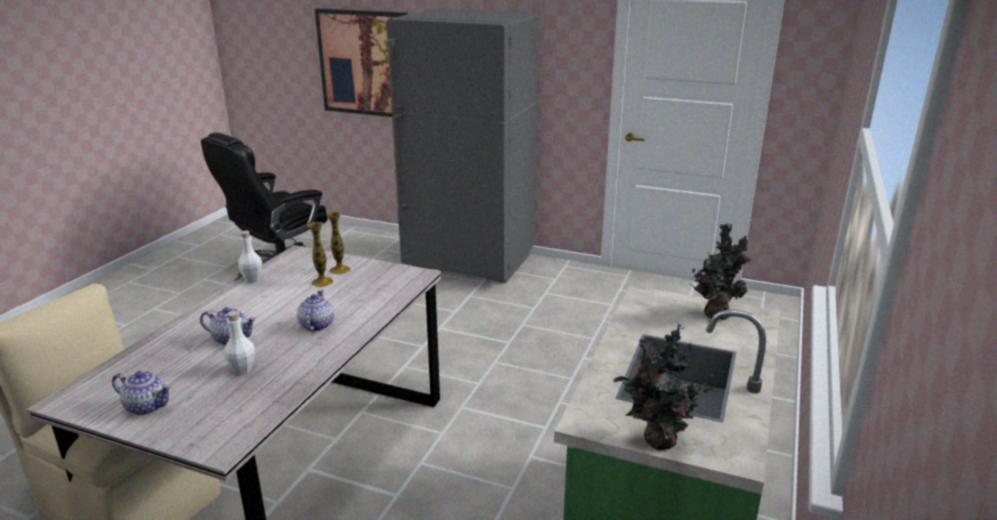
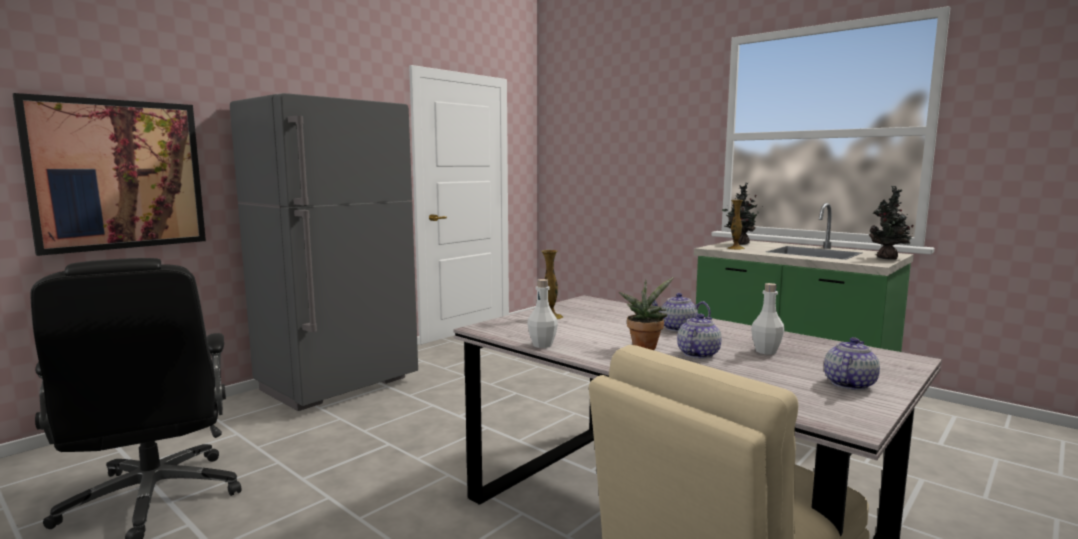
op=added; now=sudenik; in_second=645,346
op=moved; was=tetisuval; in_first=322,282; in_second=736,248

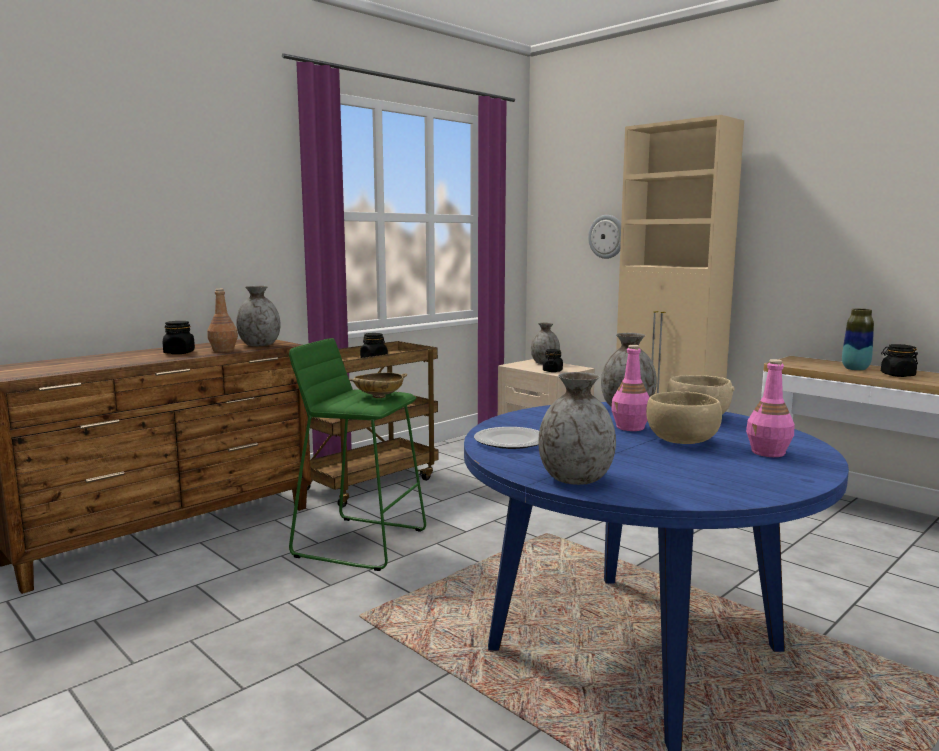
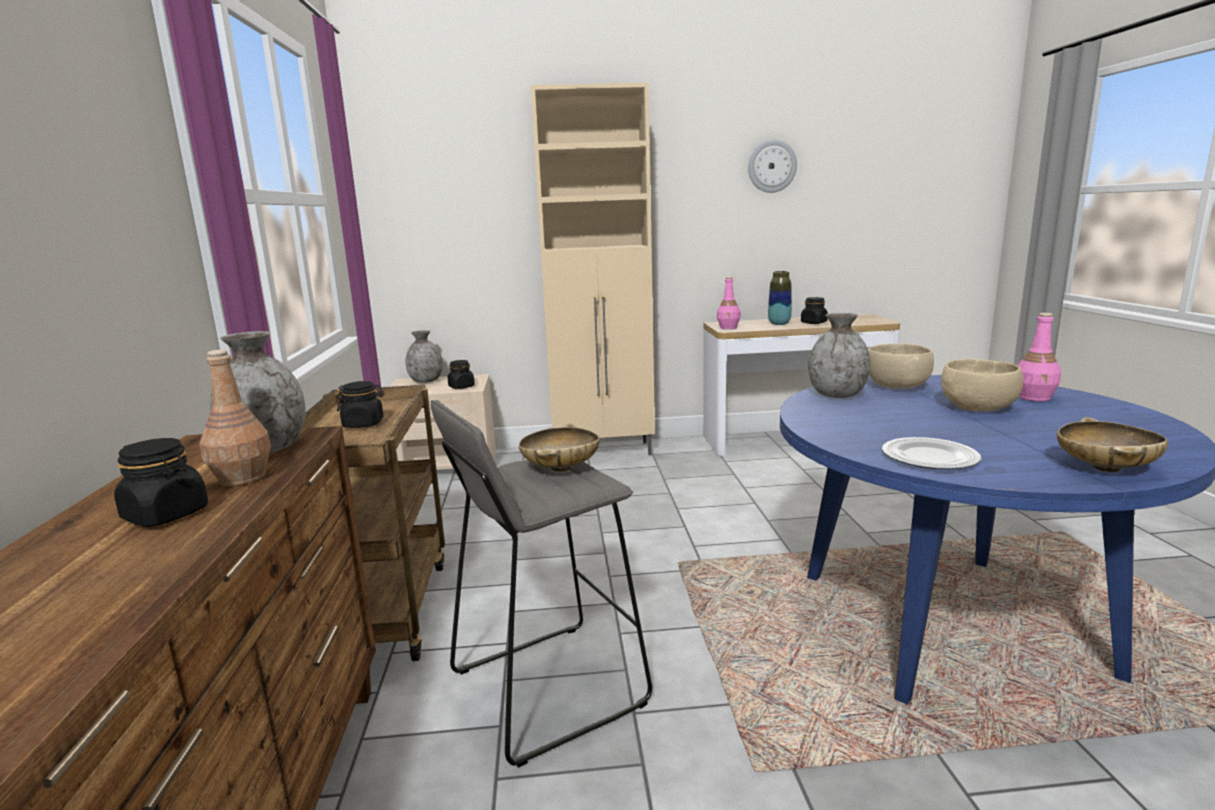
op=moved; was=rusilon; in_first=607,236; in_second=772,166
op=moved; was=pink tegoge; in_first=630,427; in_second=728,328
op=replaced; was=grey tetisuval; now=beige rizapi; in_first=575,479; in_second=1105,468
op=recoloured; was=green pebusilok; now=grey pebusilok; in_first=360,542; in_second=547,687

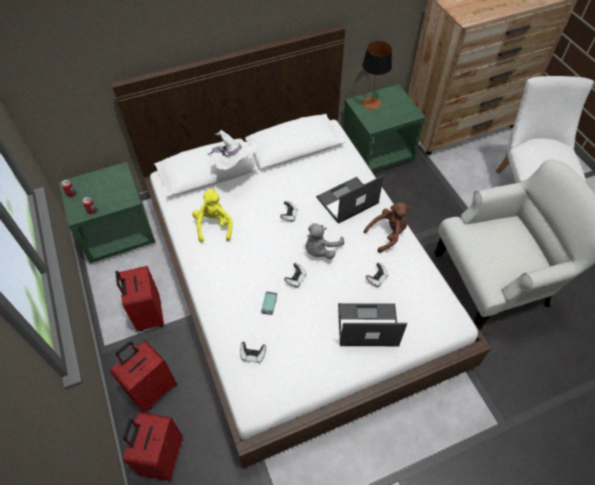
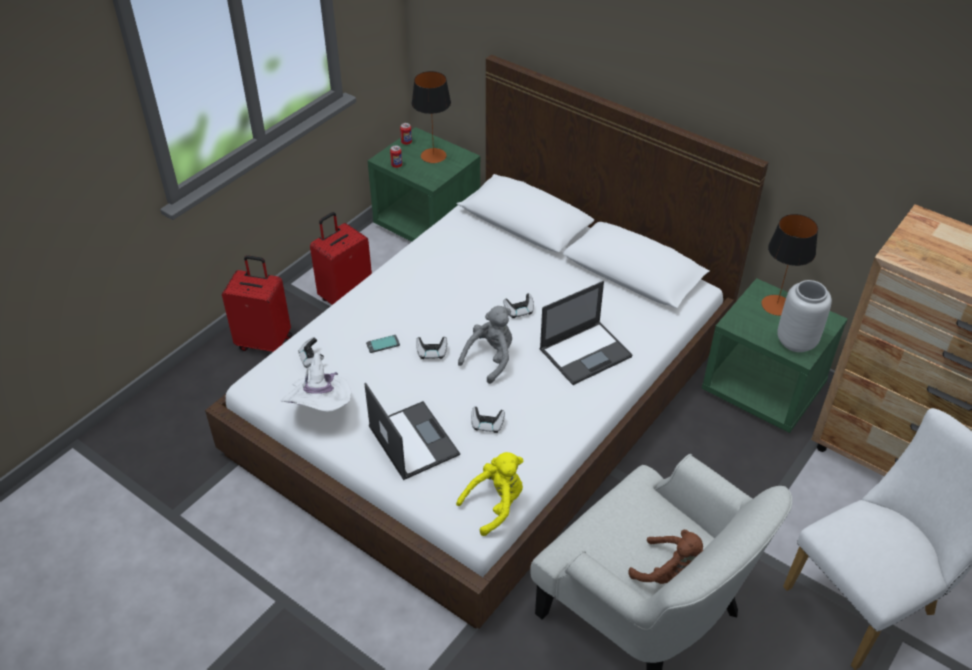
op=removed; was=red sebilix; in_first=162,456
op=added; now=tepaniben; in_second=433,155
op=added; now=grey tetisuval; in_second=796,341
op=moved; was=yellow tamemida; in_first=214,226; in_second=495,505
op=moved; was=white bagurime; in_first=233,165; in_second=321,409
op=moved; was=brown tamemida; in_first=387,234; in_second=671,574
op=turned; was=grey tamemida; in_first=320,249; in_second=490,358; clockwise=120
op=turned; was=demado; in_first=347,200; in_second=586,352; clockwise=120

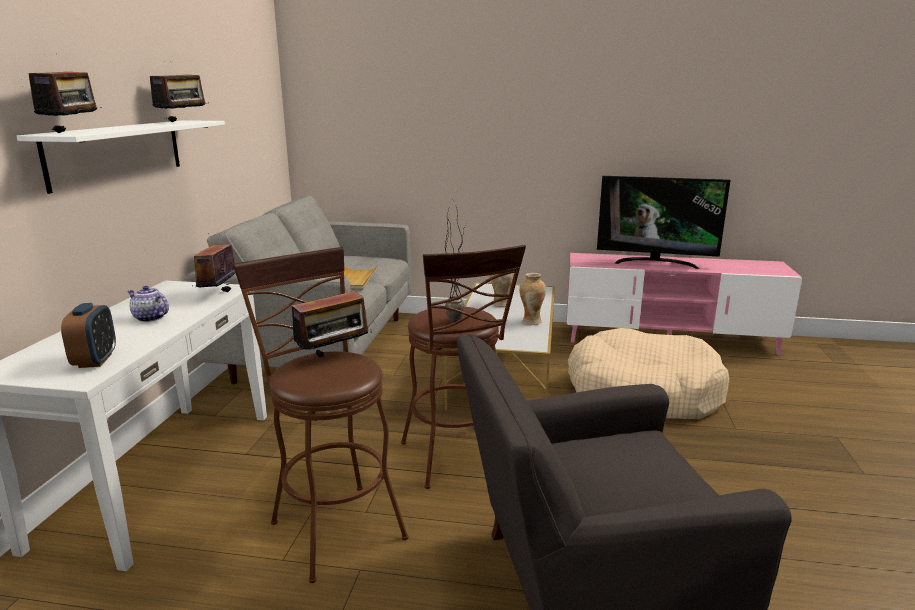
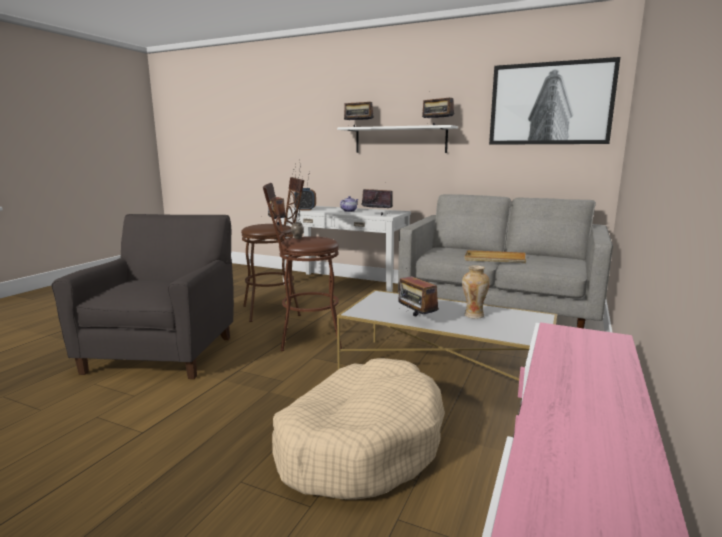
op=removed; was=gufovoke; in_first=655,262
op=added; now=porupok; in_second=550,104
op=replaced; was=tetisuval; now=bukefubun; in_first=531,321; in_second=416,319

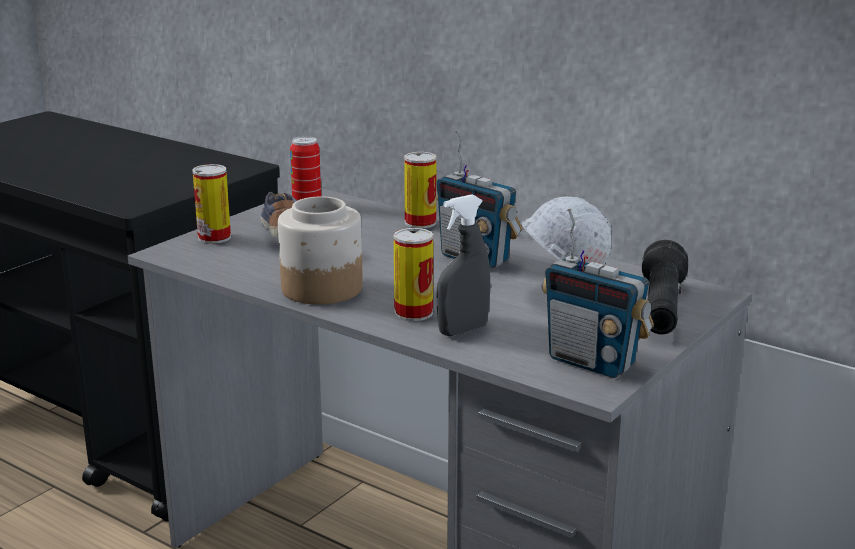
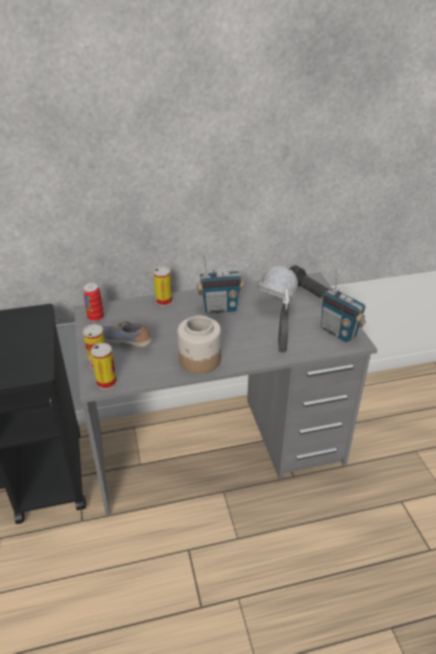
op=moved; was=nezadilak; in_first=413,313; in_second=106,382
op=turned; was=bukefubun; in_first=592,362; in_second=338,332; clockwise=60

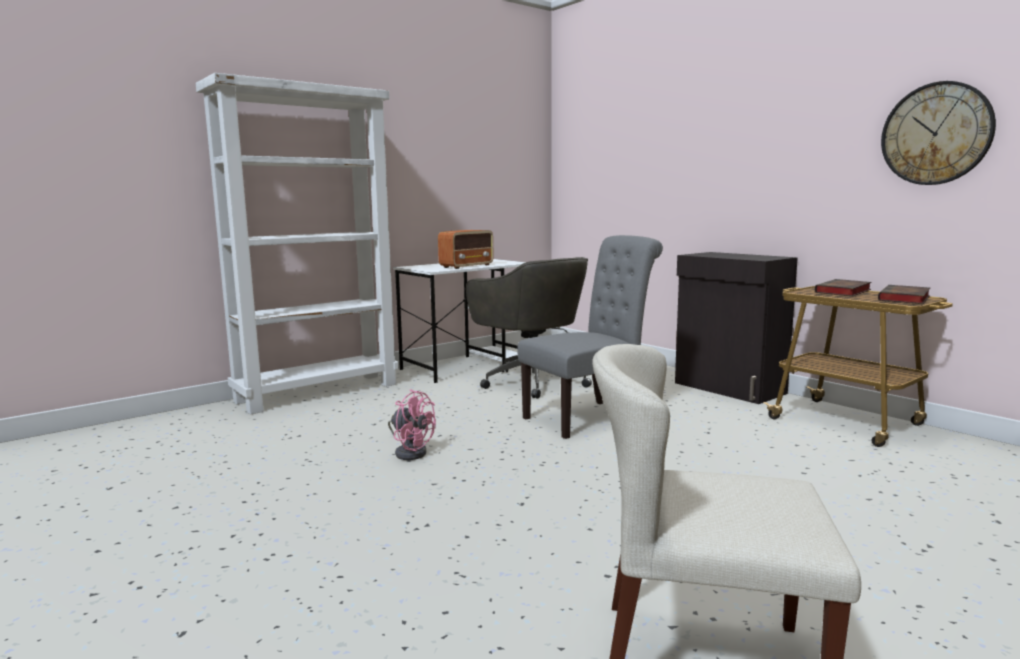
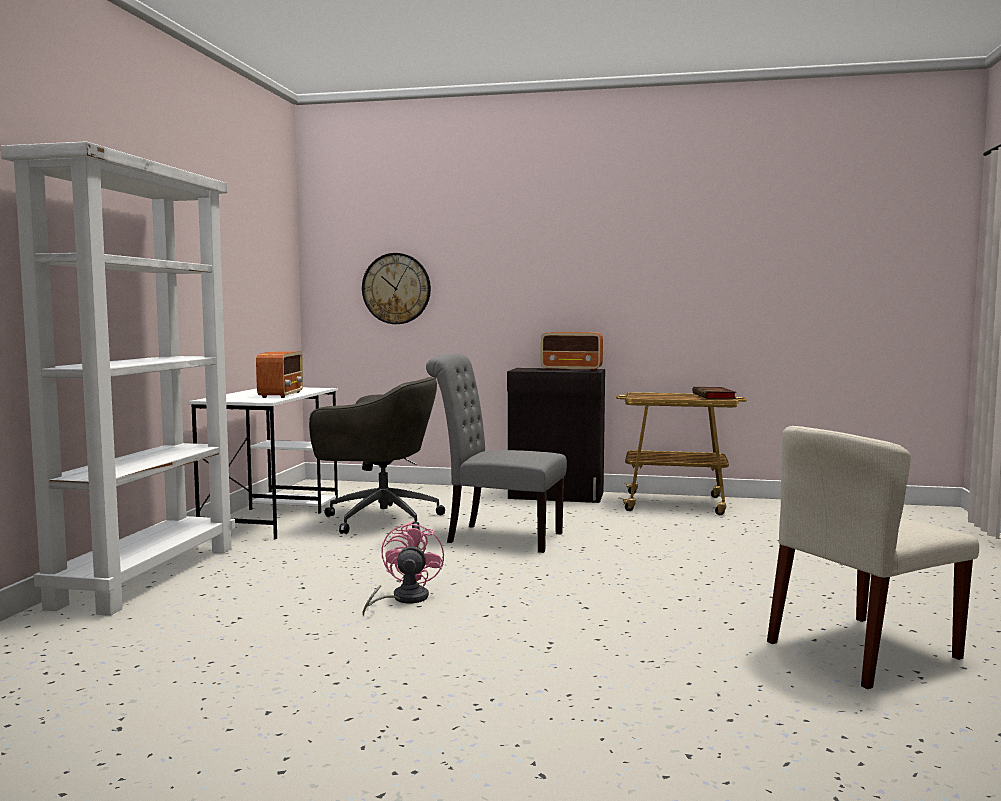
op=removed; was=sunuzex; in_first=843,292
op=added; now=bukefubun; in_second=572,369
op=moved; was=rusilon; in_first=936,134; in_second=396,288
op=turned; was=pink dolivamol; in_first=410,452; in_second=403,599; clockwise=-75
op=turned; was=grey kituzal; in_first=589,417; in_second=497,537; clockwise=-90

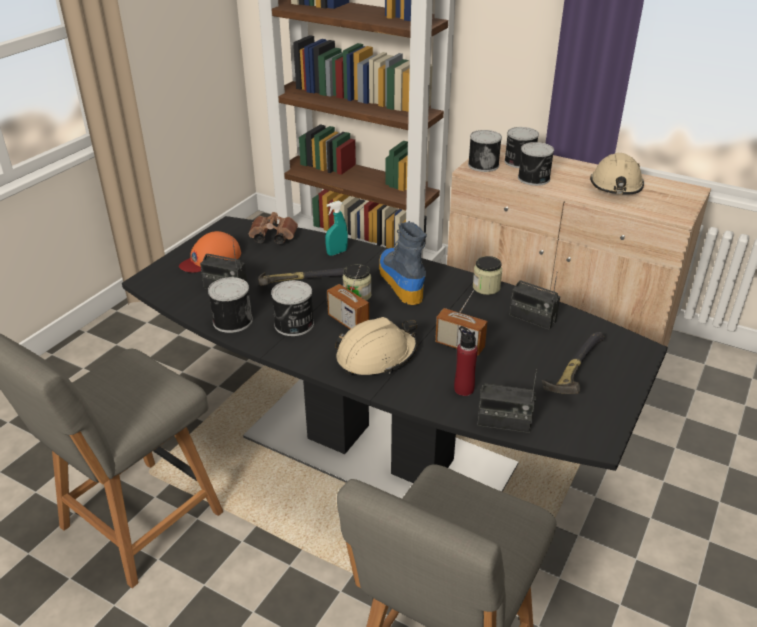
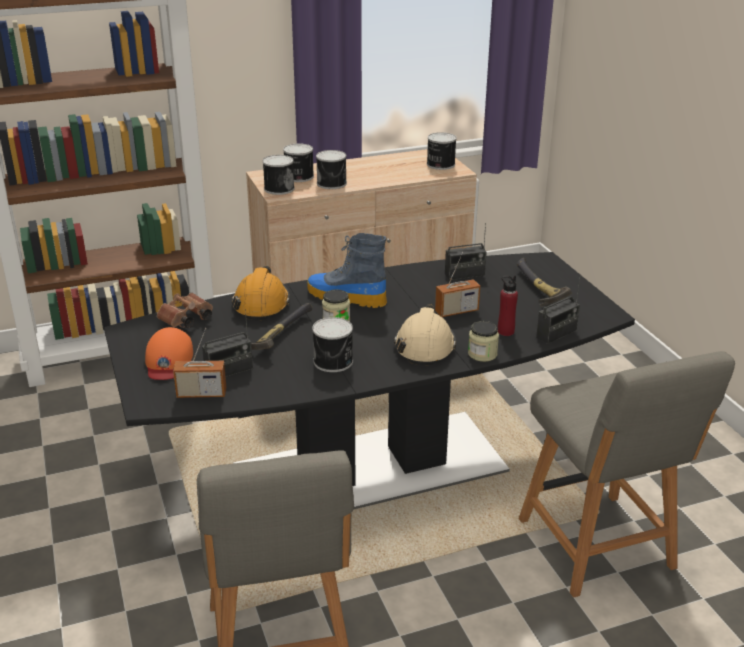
op=removed; was=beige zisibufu; in_first=616,186
op=moved; was=nezadilak; in_first=231,320; in_second=440,164
op=moved; was=bukefubun; in_first=348,322; in_second=201,393
op=moved; was=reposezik; in_first=486,287; in_second=482,354
op=replaced; was=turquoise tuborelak; now=orange zisibufu; in_first=337,252; in_second=261,303

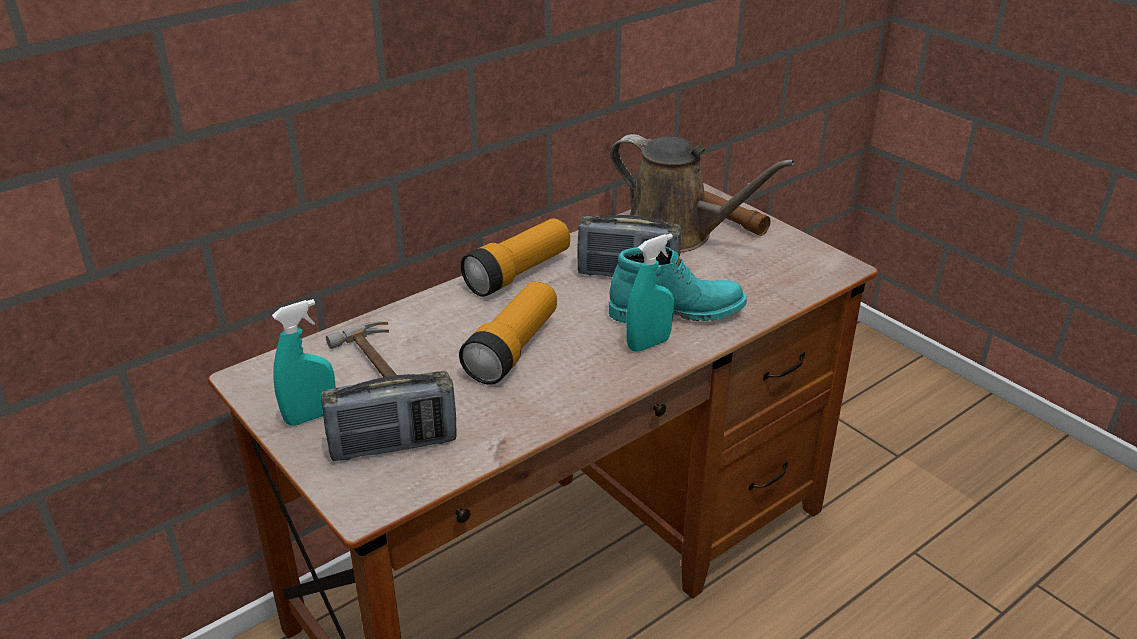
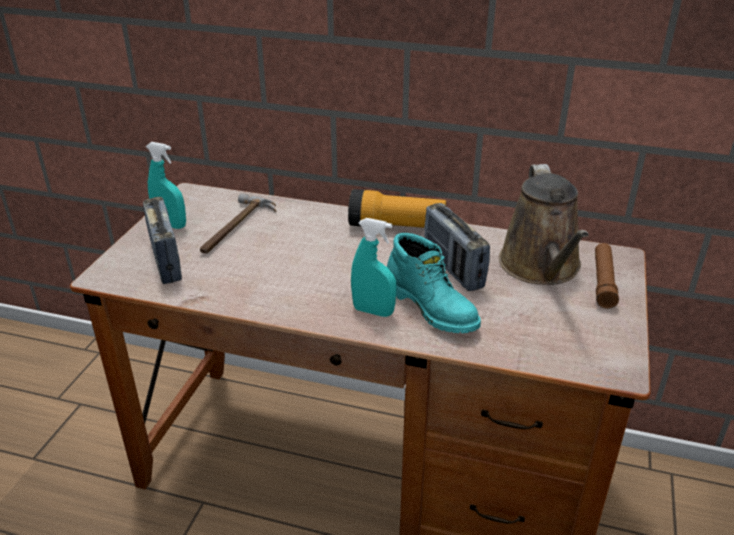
op=removed; was=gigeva; in_first=513,349
op=turned; was=bukefubun; in_first=393,445; in_second=166,261; clockwise=-150

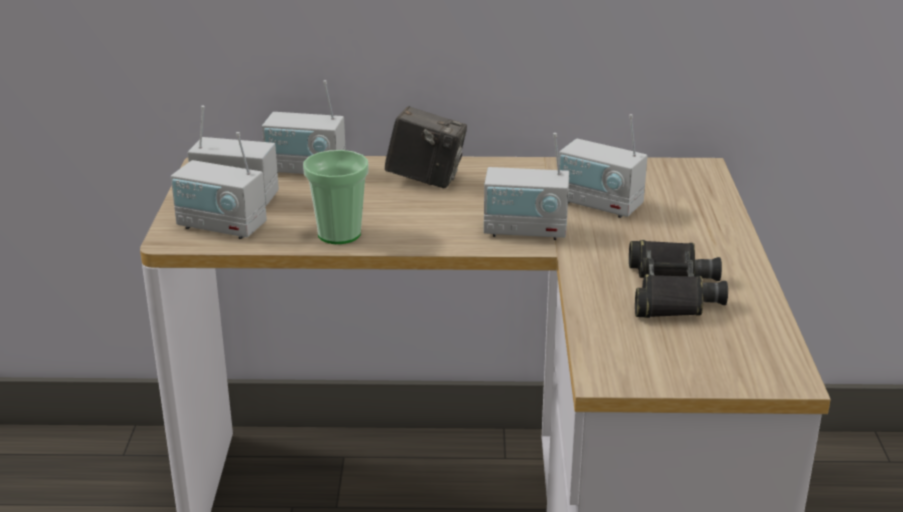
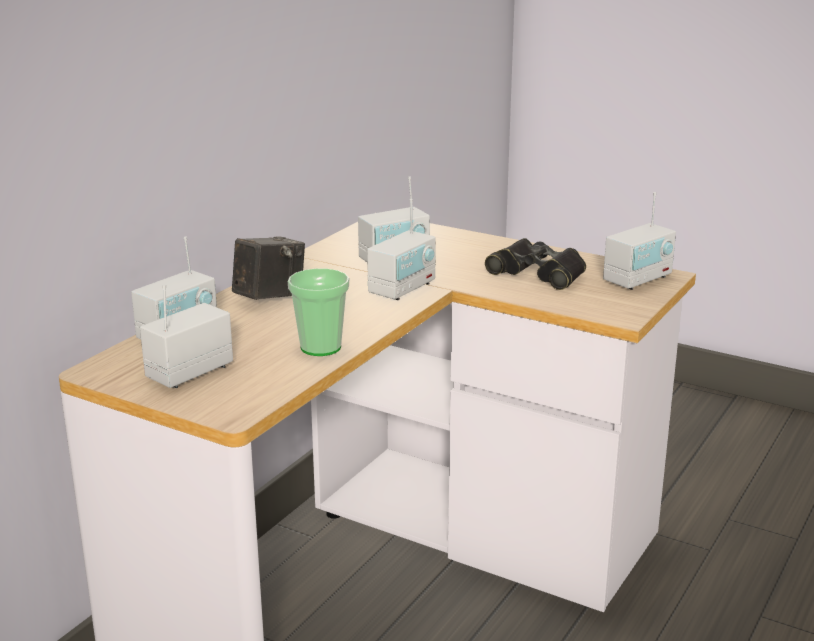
op=moved; was=bukefubun; in_first=221,227; in_second=638,279

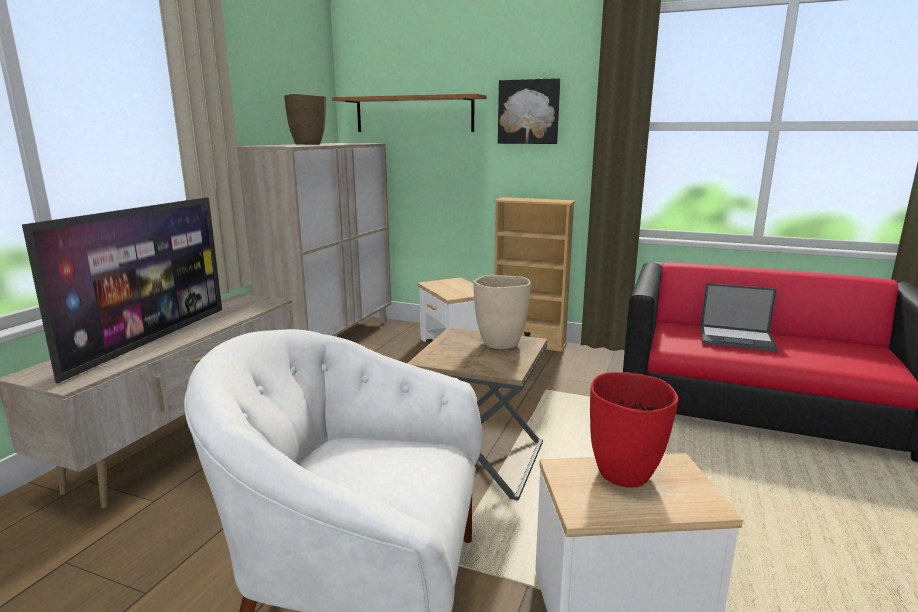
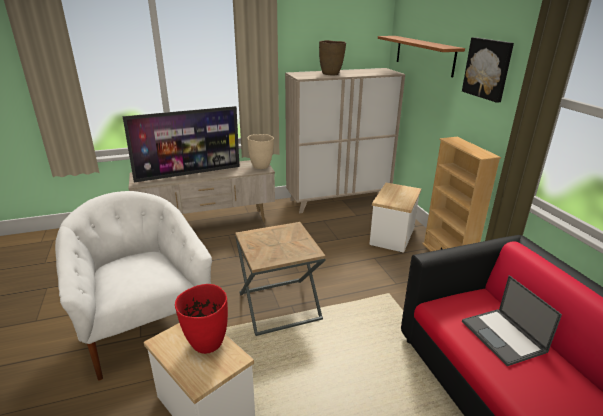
op=moved; was=beige tetisuval; in_first=500,343; in_second=261,166

